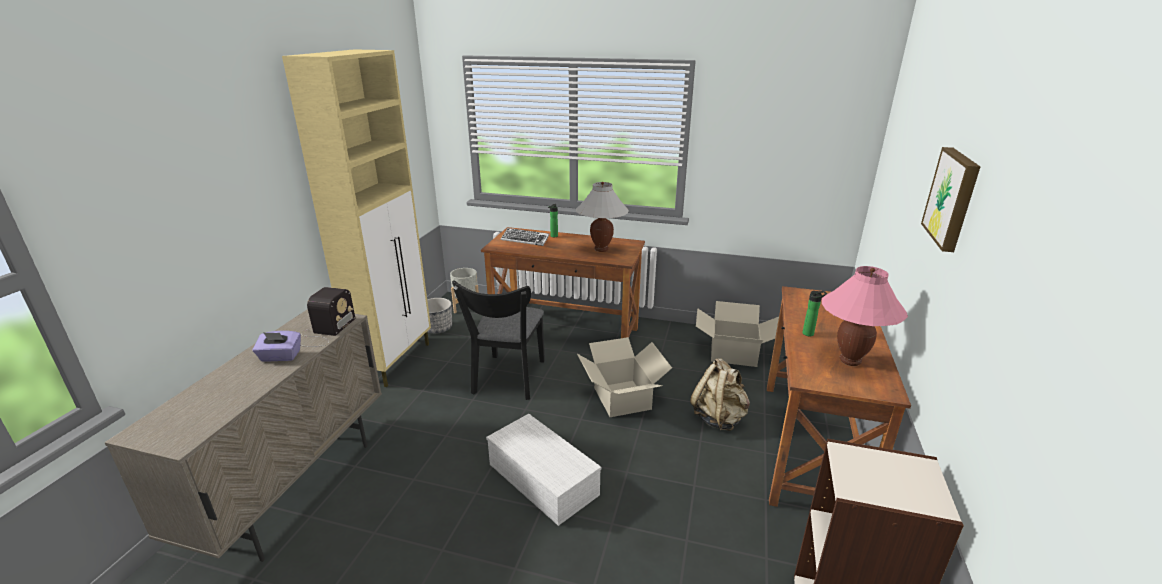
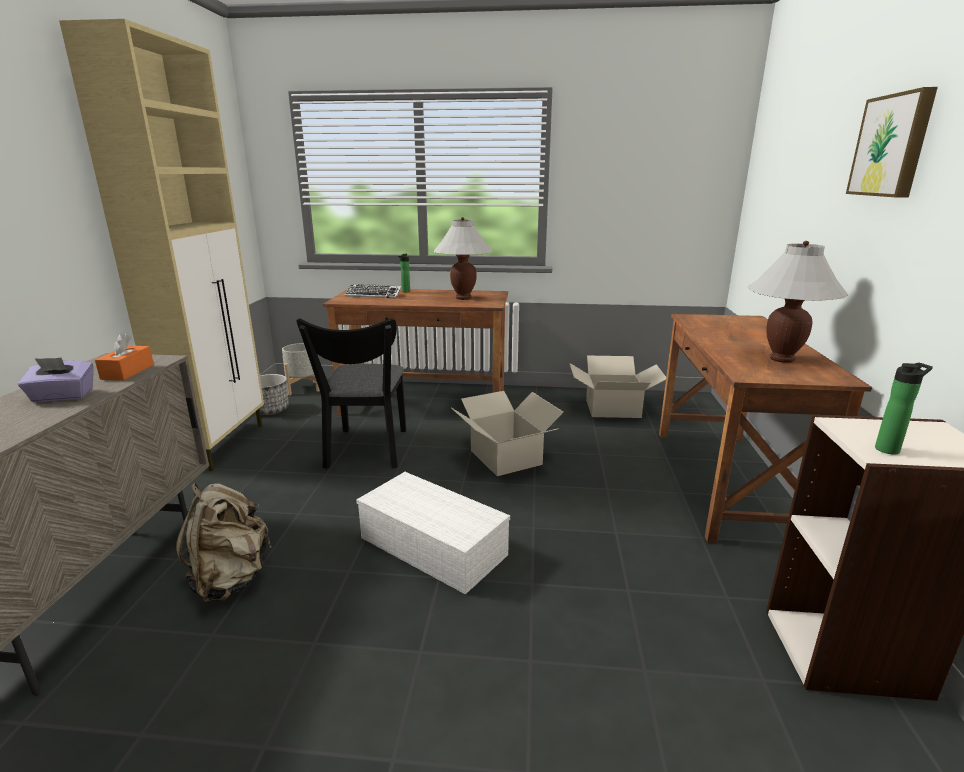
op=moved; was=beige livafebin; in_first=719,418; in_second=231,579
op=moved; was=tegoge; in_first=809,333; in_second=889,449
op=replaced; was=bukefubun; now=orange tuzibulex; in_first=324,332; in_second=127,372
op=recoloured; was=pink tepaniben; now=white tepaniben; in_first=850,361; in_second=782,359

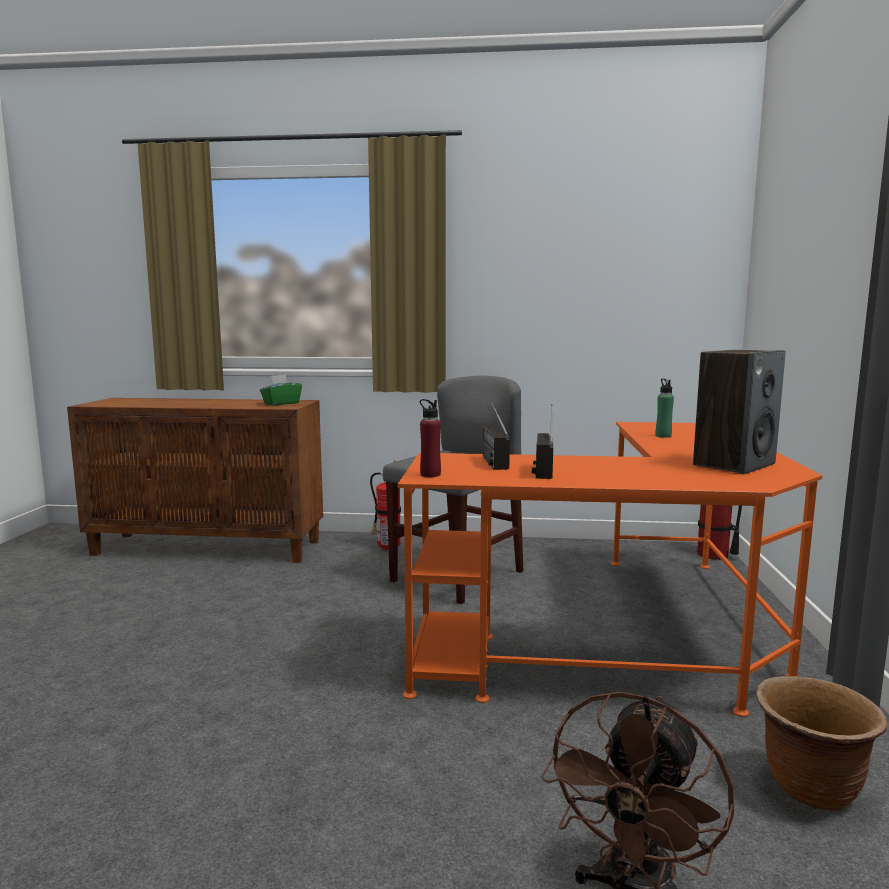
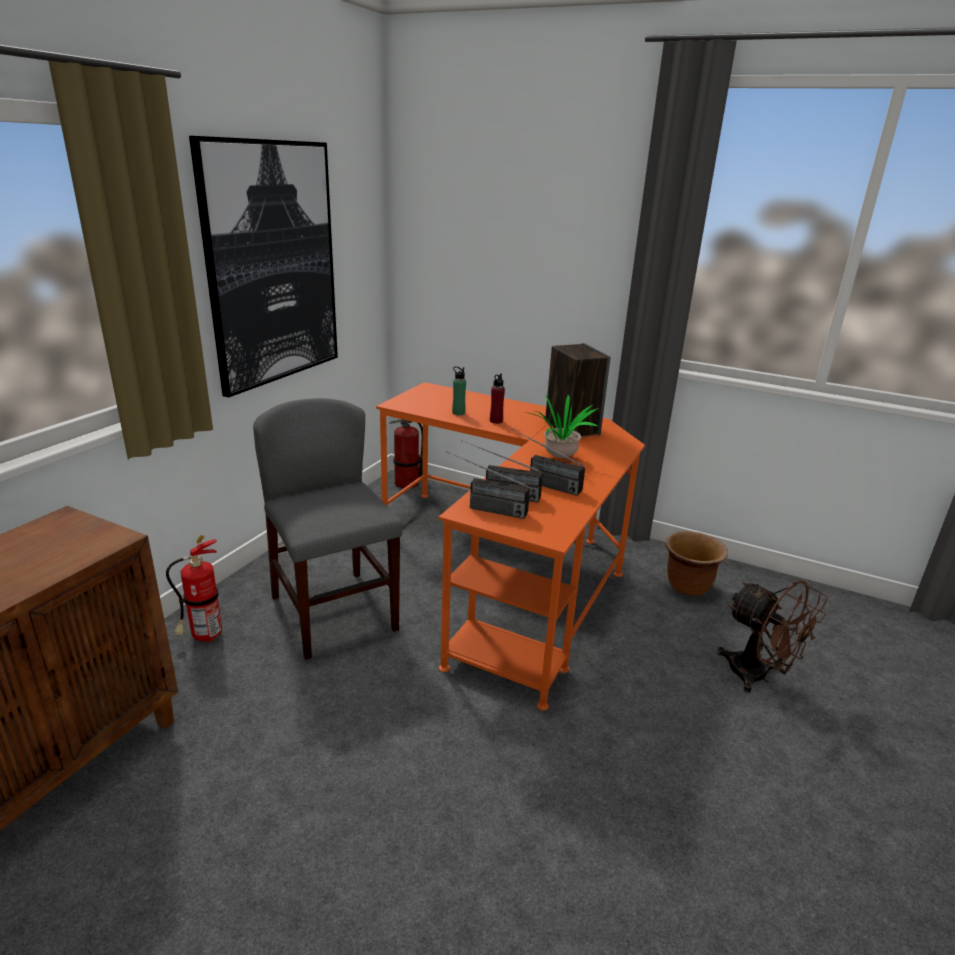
op=removed; was=green tuzibulex; in_first=281,403
op=added; now=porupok; in_second=272,265
op=added; now=bukefubun; in_second=483,508
op=added; now=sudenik; in_second=559,456
op=moved; was=red tegoge; in_first=430,474; in_second=496,421

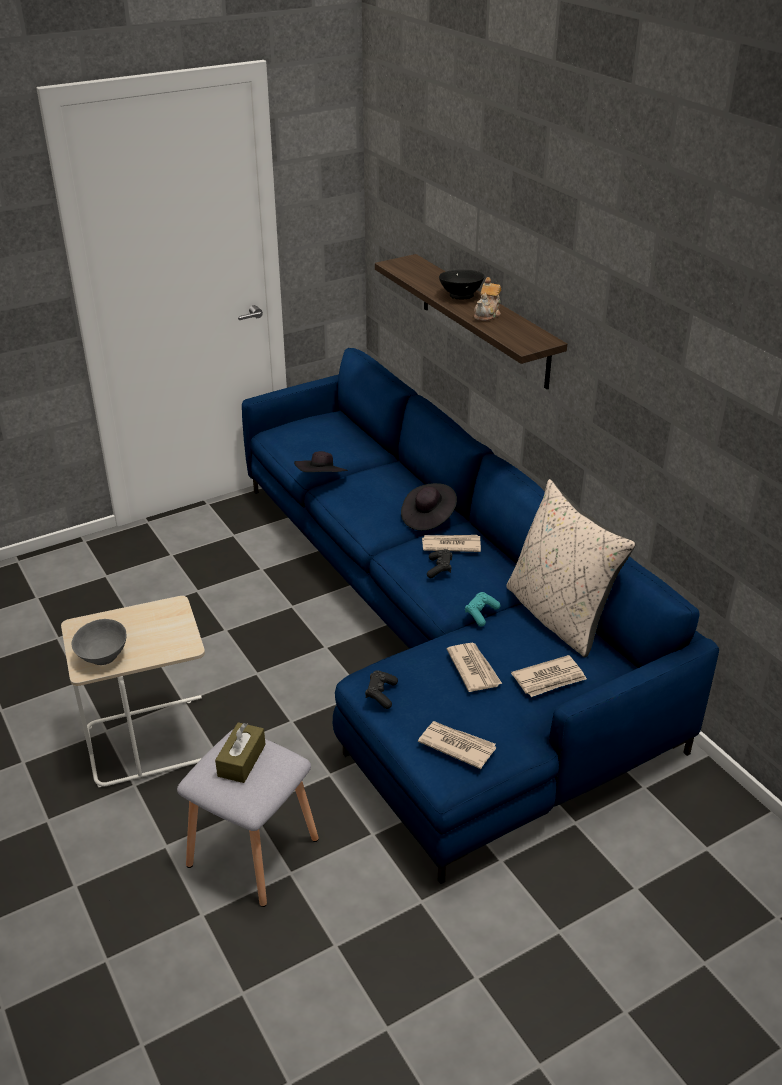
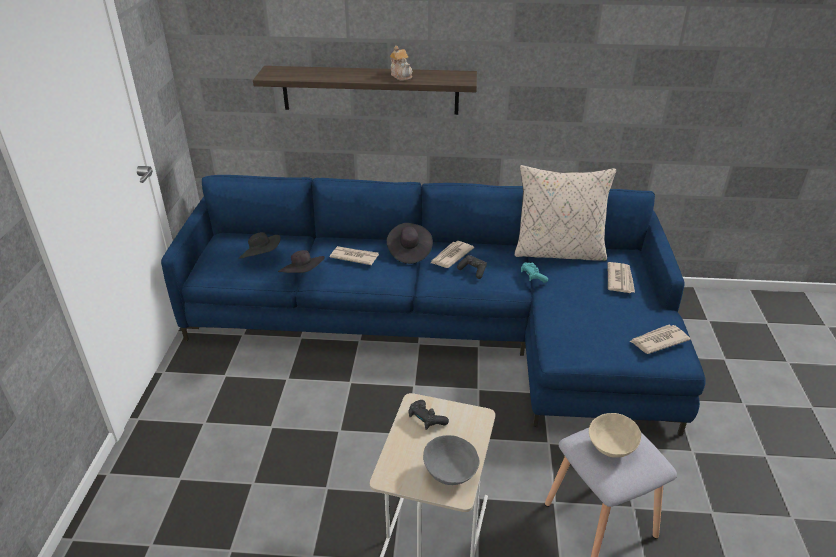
op=removed; was=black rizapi; in_first=461,296
op=added; now=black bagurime; in_second=262,257
op=moved; was=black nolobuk; in_first=381,694; in_second=426,419
op=moved; was=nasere; in_first=473,669; in_second=354,257
op=replaced; was=brown tuzibulex; now=beige rizapi; in_first=241,760; in_second=610,448

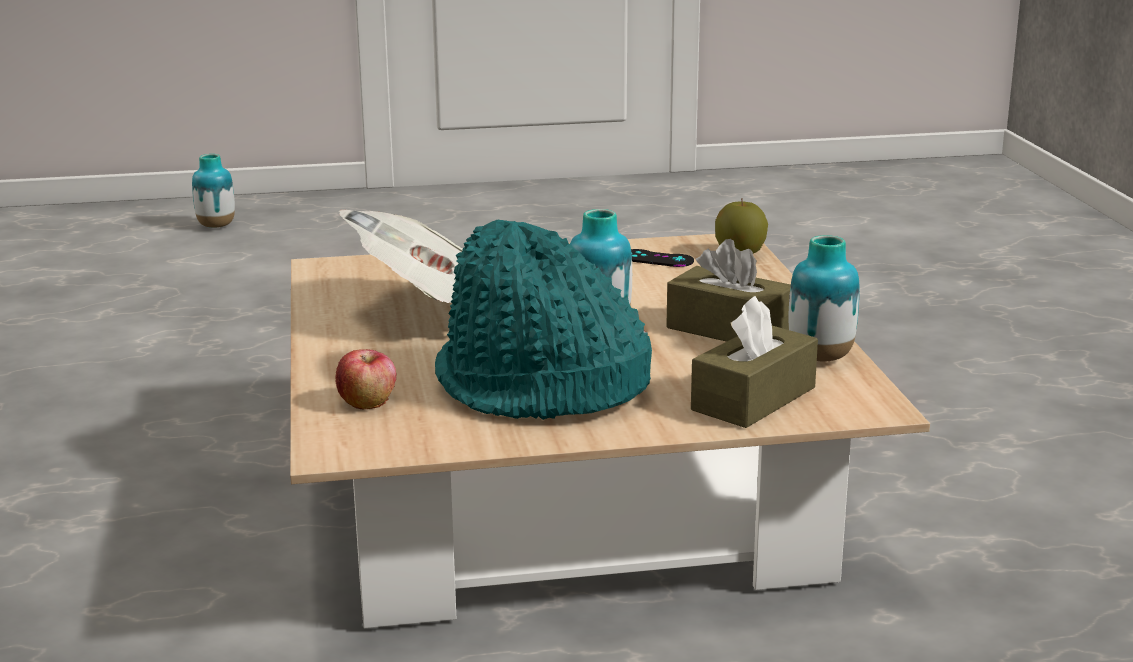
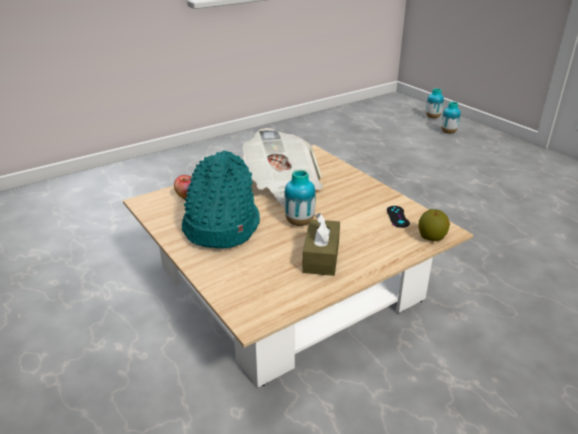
op=removed; was=brown tuzibulex; in_first=753,399
op=moved; was=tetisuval; in_first=820,357; in_second=432,117

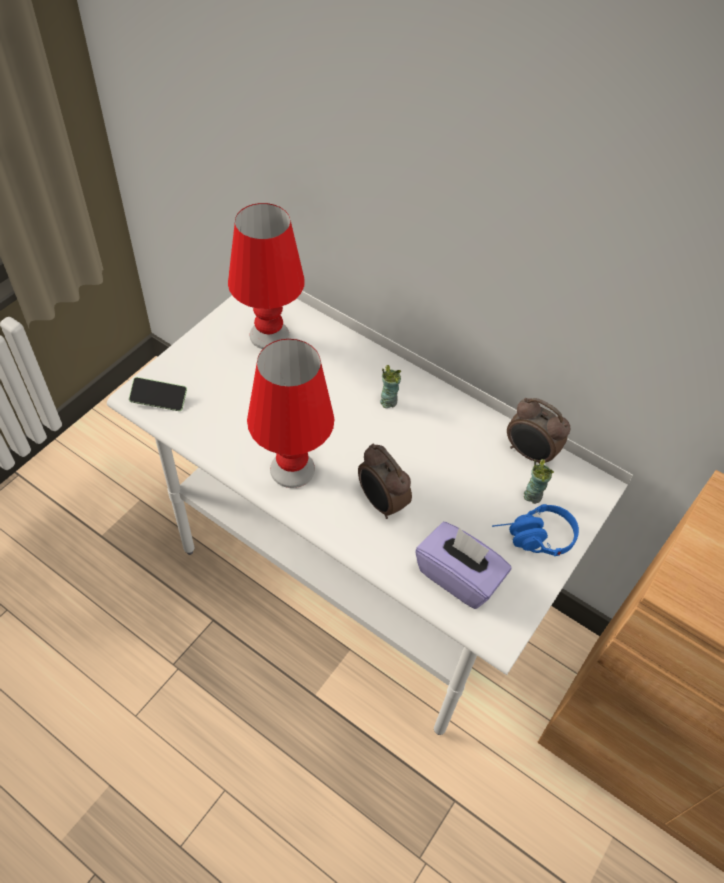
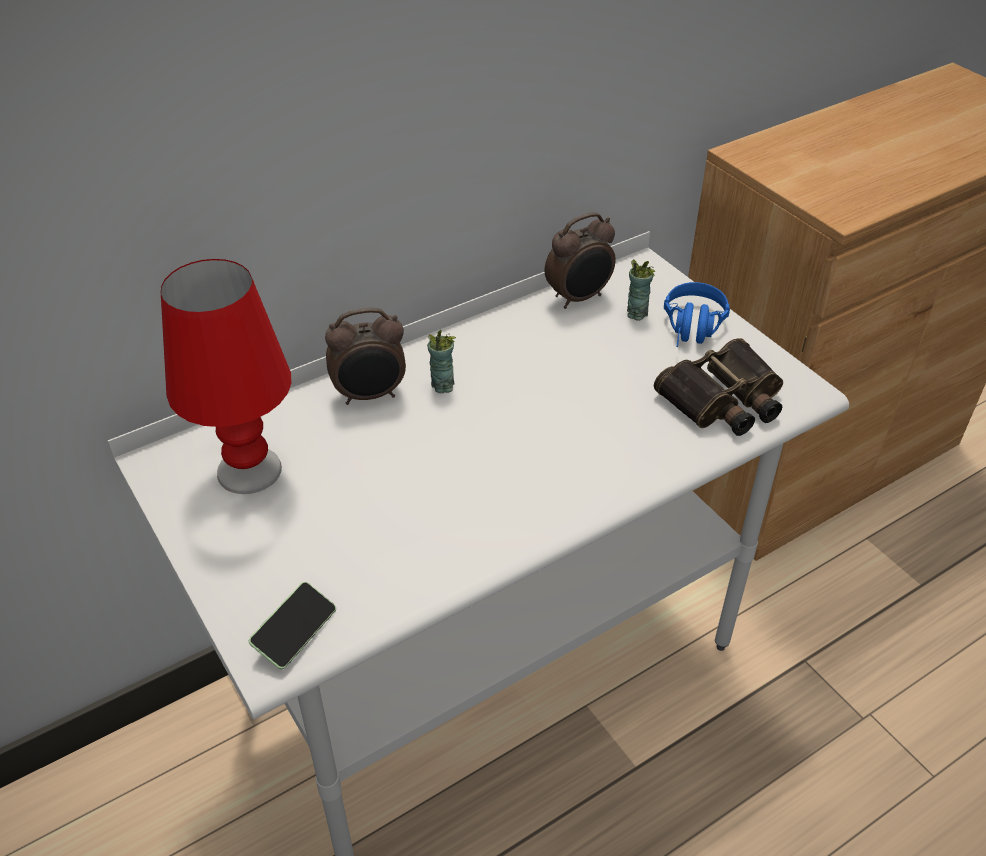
op=removed; was=red tepaniben; in_first=292,468
op=moved; was=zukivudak; in_first=381,503; in_second=370,395
op=replaced; was=purple tuzibulex; now=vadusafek; in_first=458,576; in_second=724,400

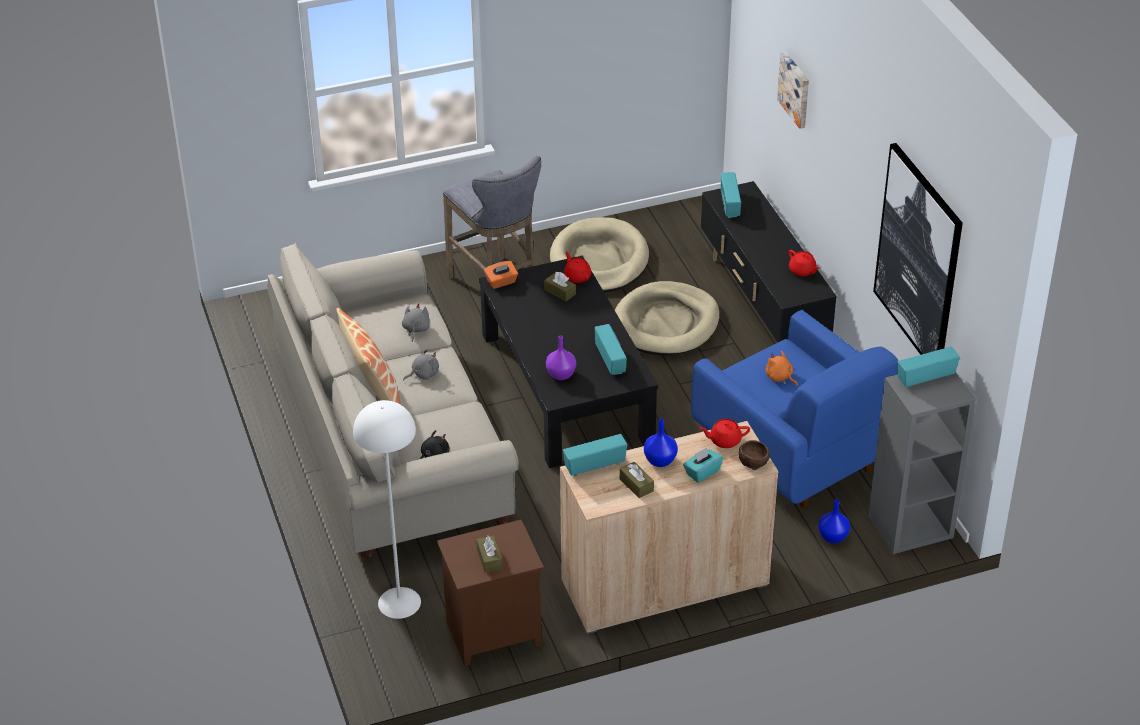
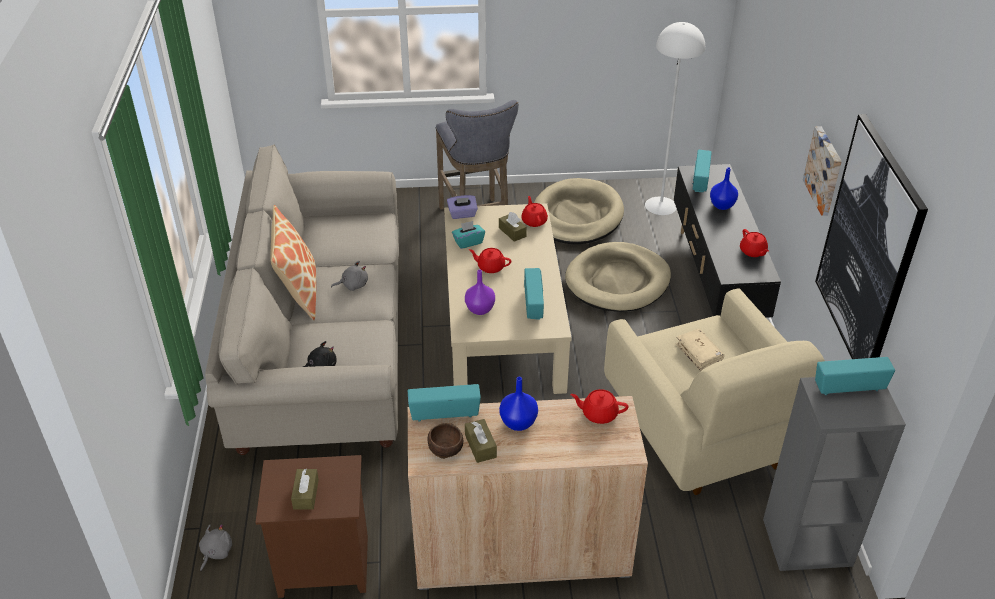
op=added; now=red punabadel; in_second=490,267
op=moved; was=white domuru; in_first=399,602; in_second=660,205
op=moved; was=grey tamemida; in_first=416,329; in_second=216,552
op=moved; was=turquoise tuzibulex; in_first=702,472; in_second=468,242
op=moved; was=brown rizapi; in_first=753,461; in_second=446,447
op=moved; was=porupok; in_first=795,89; in_second=825,170
op=moved; was=blue tetisuval; in_first=832,537; in_second=721,205
op=replaced; was=orange tamemida; now=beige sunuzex; in_first=780,377; in_second=699,353
op=recoloured; was=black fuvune; now=beige fuvune; in_first=566,386; in_second=502,322
op=recoloured; was=orange tuzibulex; now=purple tuzibulex; in_first=501,282; in_second=462,214
op=recoloured; was=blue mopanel; now=beige mopanel; in_first=793,452; in_second=702,432

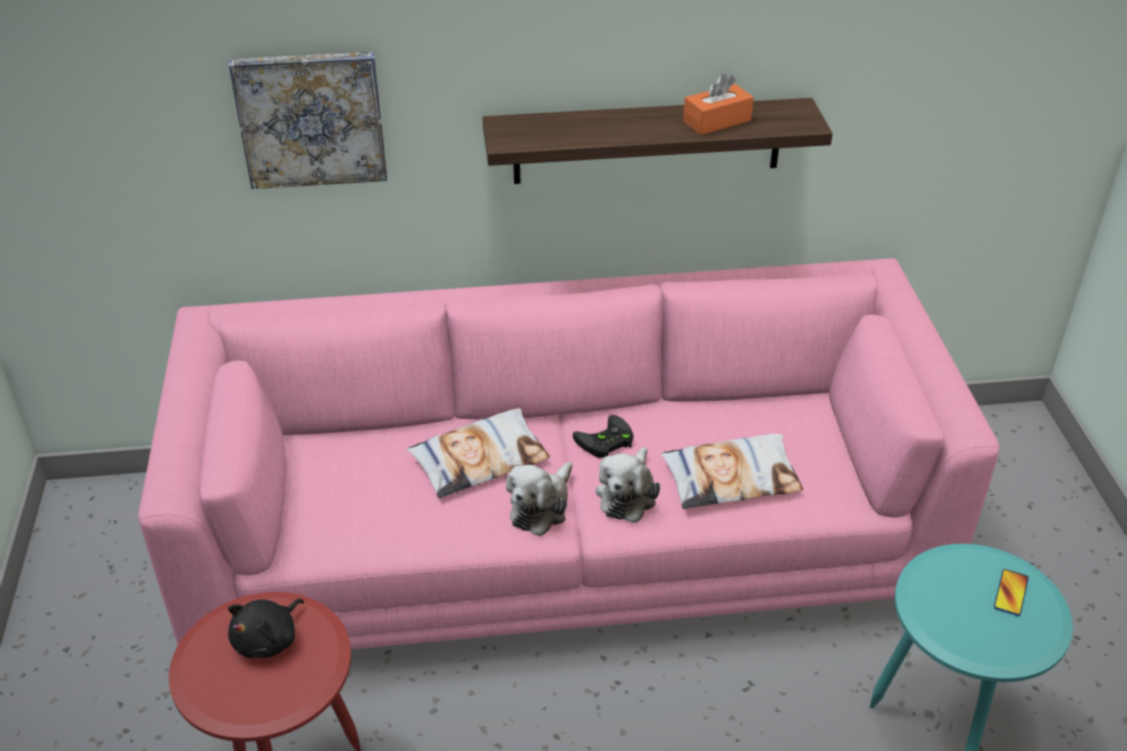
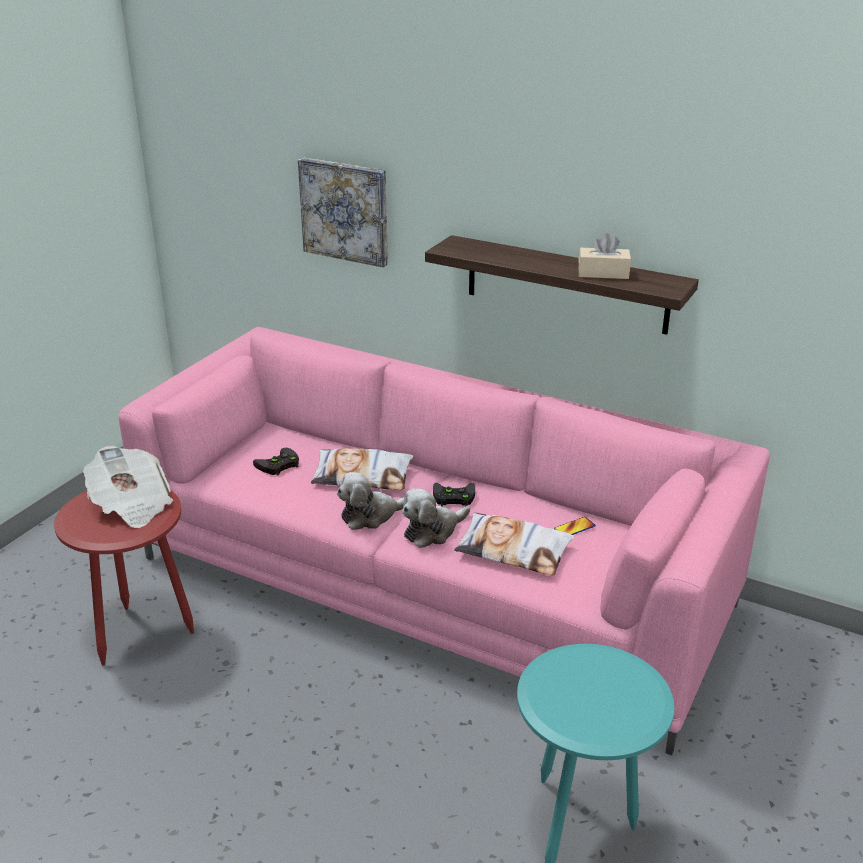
op=added; now=black nolobuk; in_second=277,465
op=moved; was=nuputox; in_first=1010,593; in_second=574,528
op=replaced; was=black tamemida; now=nasere; in_first=268,640; in_second=131,505
op=recoloured; was=orange tuzibulex; now=beige tuzibulex; in_first=717,121; in_second=603,273

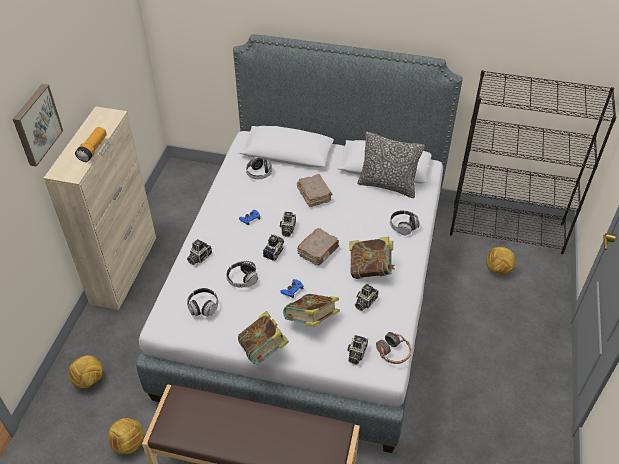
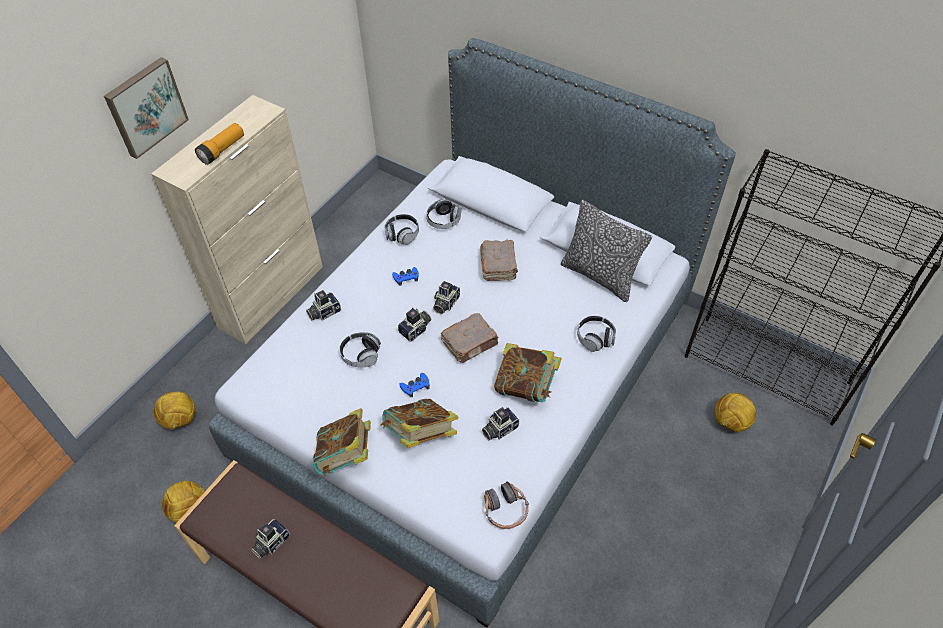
op=moved; was=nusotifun; in_first=203,307; in_second=402,234
op=moved; was=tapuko; in_first=356,353; in_second=270,543

